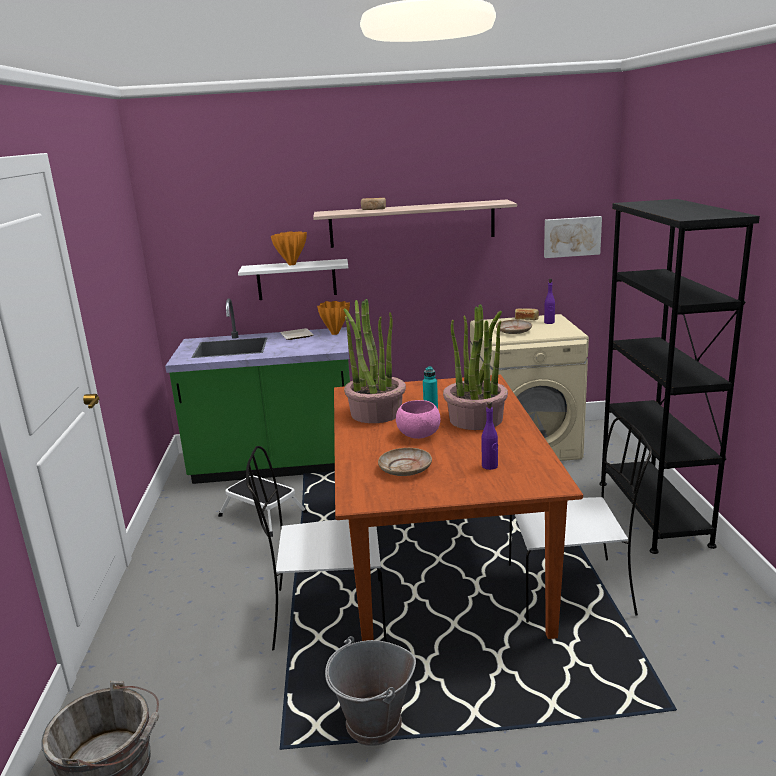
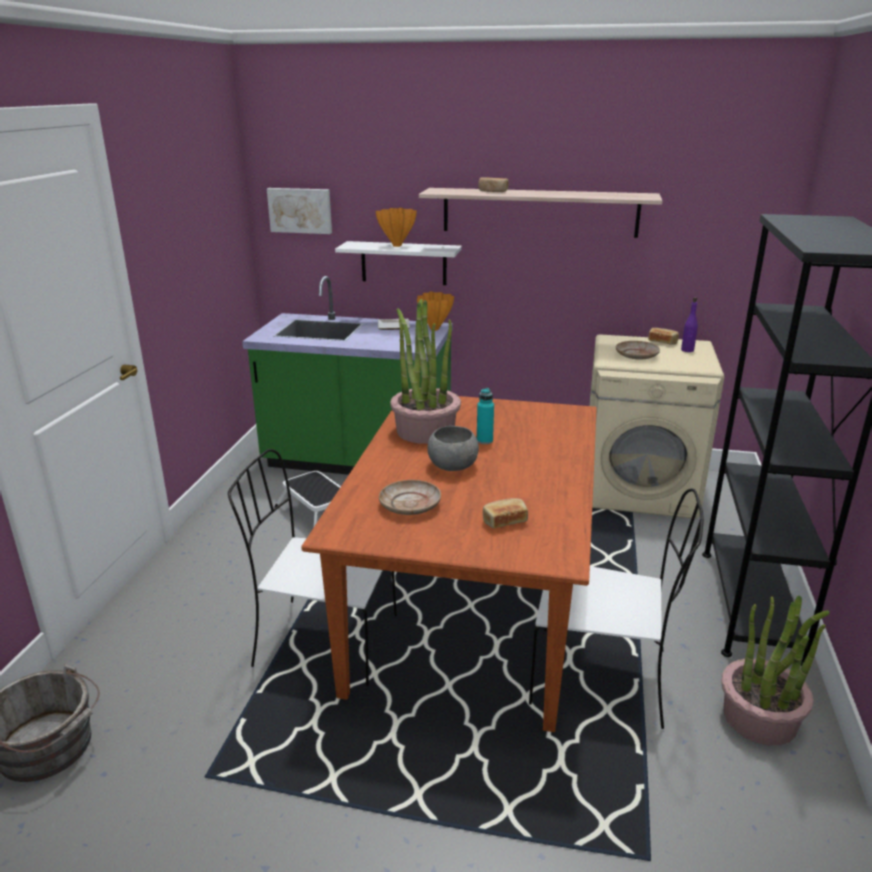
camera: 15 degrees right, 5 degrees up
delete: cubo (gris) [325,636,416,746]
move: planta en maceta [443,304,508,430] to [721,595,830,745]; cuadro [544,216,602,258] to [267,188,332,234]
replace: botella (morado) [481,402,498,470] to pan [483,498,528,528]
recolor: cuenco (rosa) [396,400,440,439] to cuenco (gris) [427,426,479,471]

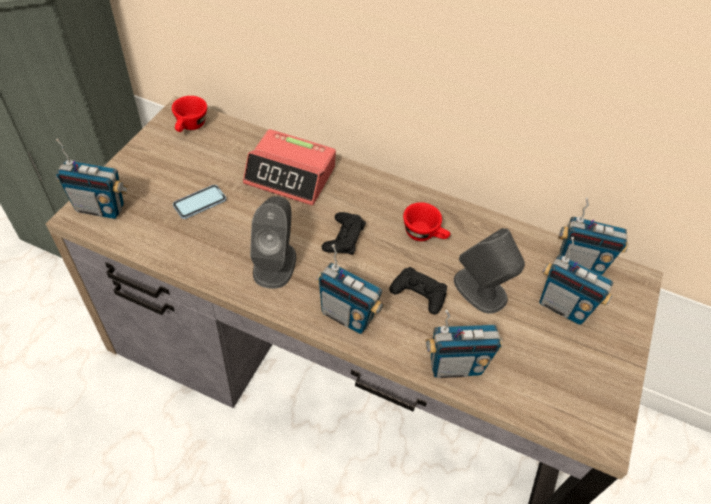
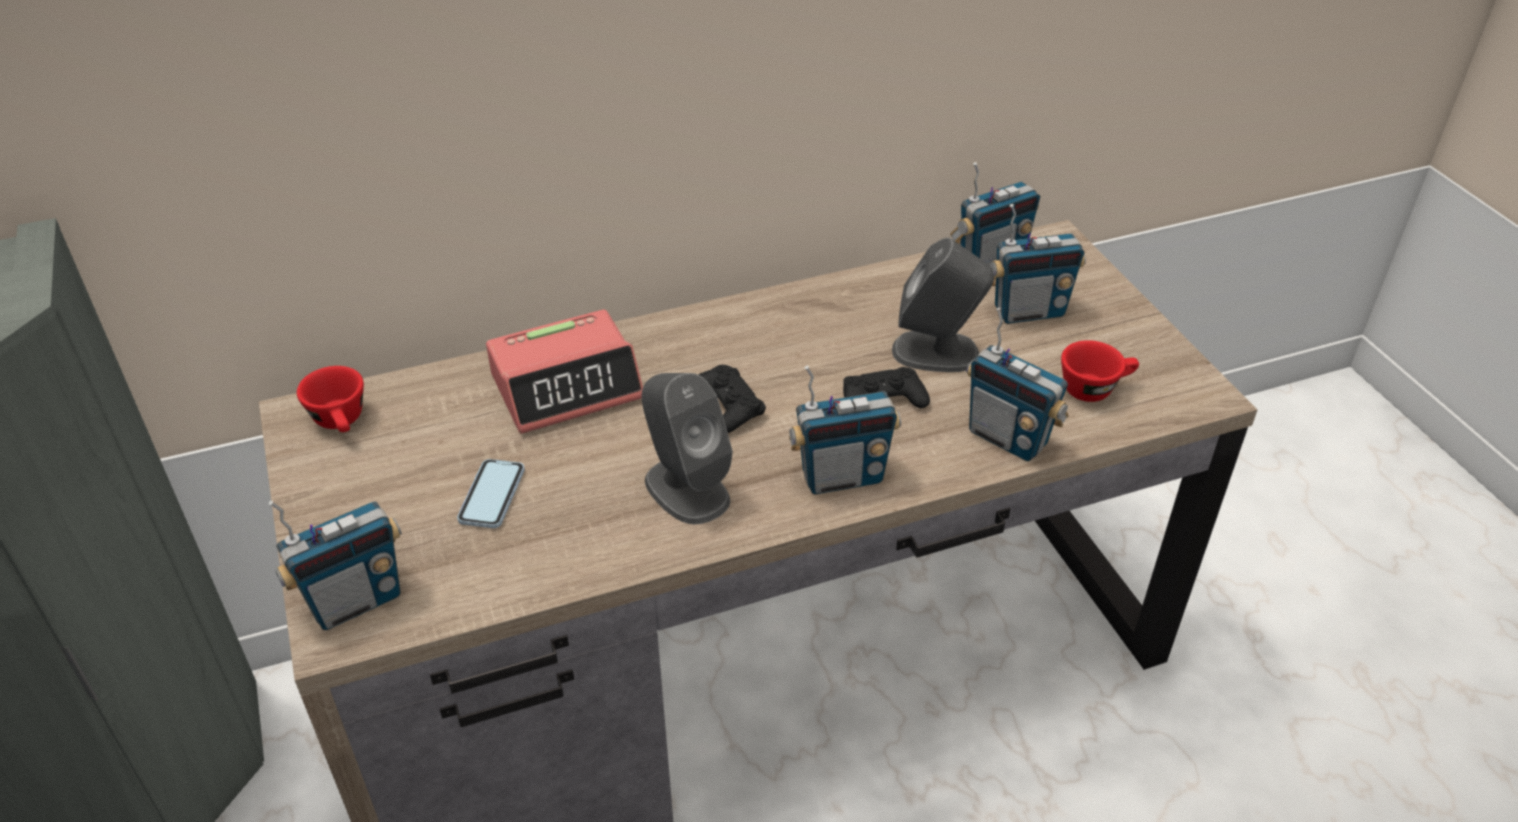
camera: 40 degrees left, 10 degrees down
move: taza (rojo) [403,202,450,241] to [1061,340,1139,402]
rotate: radio [425,310,503,378] = [967,308,1069,461] 90 degrees clockwise

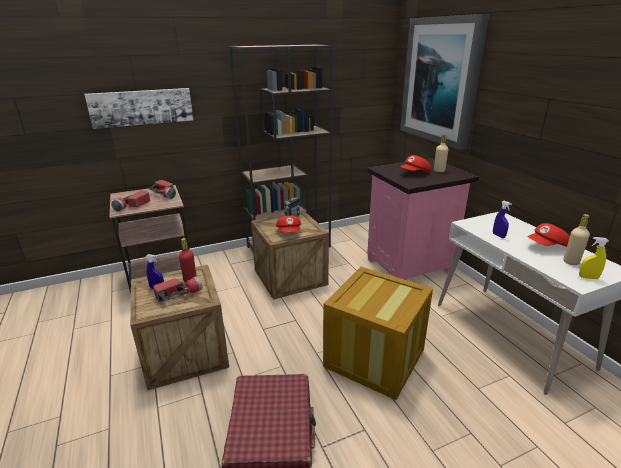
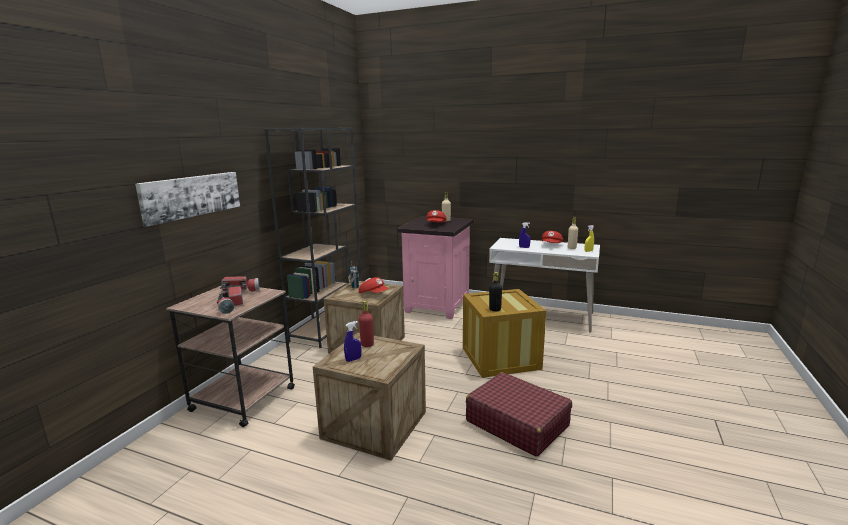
camera: 45 degrees left, 10 degrees down
delete: linterna [153,276,202,302]; cuadro [400,14,489,150]
insert: botella (negro) [489,272,502,311]

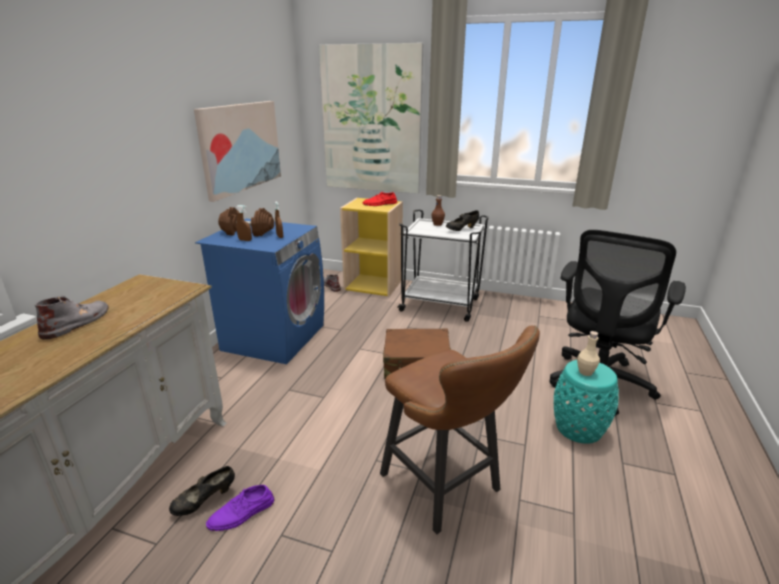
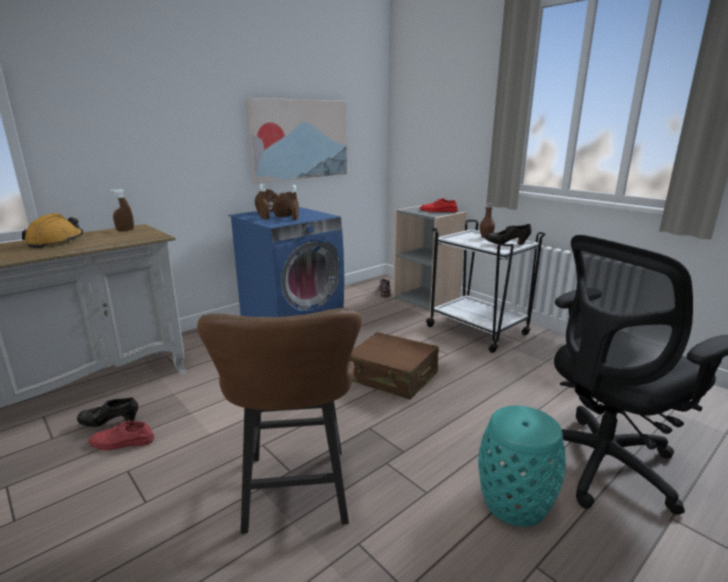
camera: 30 degrees right, 5 degrees down
delete: cuadro [319,43,423,194]; botella (beis) [577,331,600,376]
insert: pulverizador (marrón) [111,189,134,231]
replace: bota (gris) [35,295,108,340] to casco (naranja) [22,213,83,248]
recolor: zapato (morado) [206,485,274,531] to zapato (rojo) [88,420,155,450]; estantería (amarillo) [340,198,403,297] to estantería (gris) [393,205,467,311]

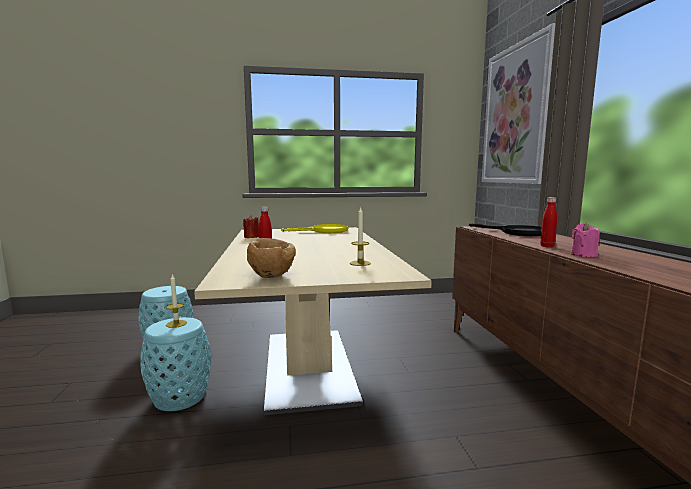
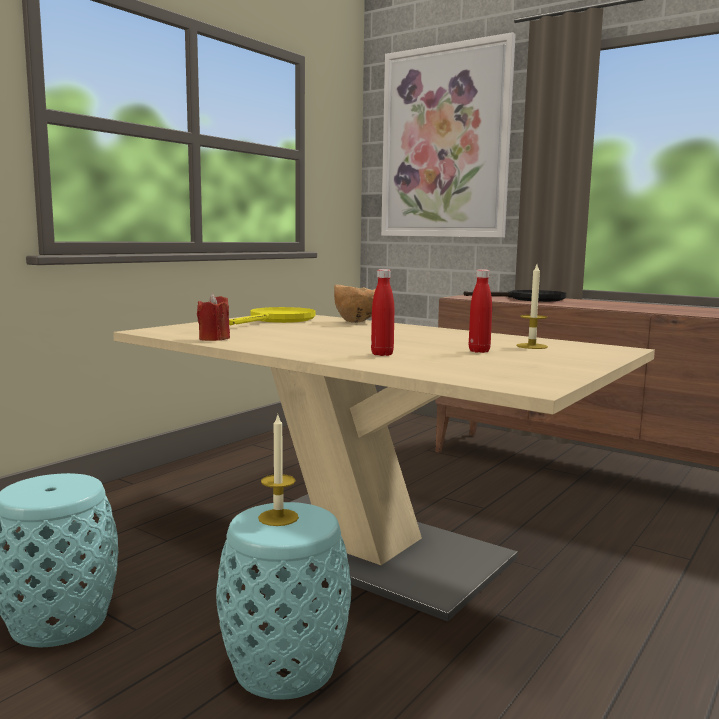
camera: 45 degrees left, 0 degrees up
delete: vela (rosa) [571,223,600,257]
move: cuenco (marrón) [247,238,296,278] to [334,285,376,323]; botella (rojo) [540,197,557,247] to [469,269,492,353]

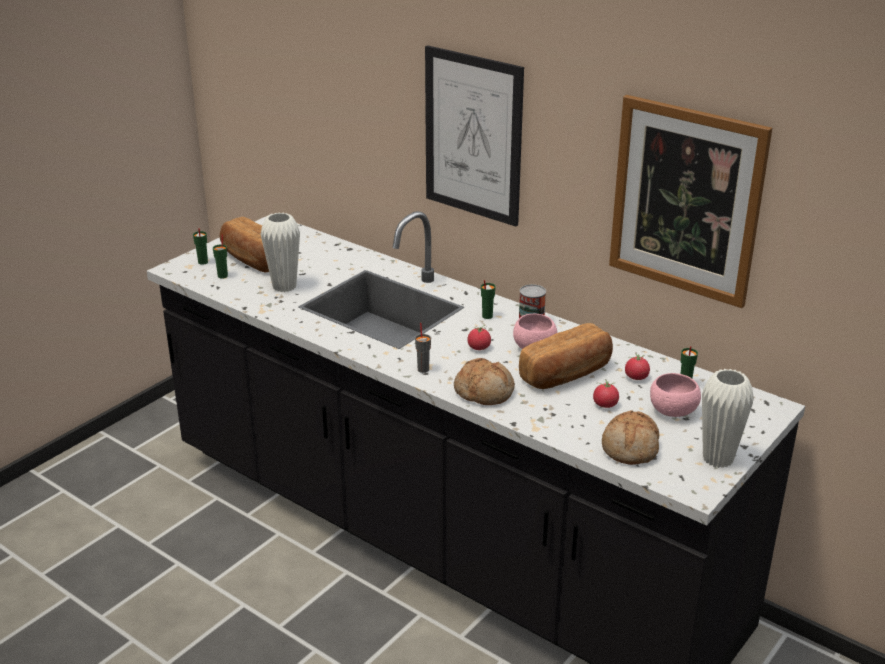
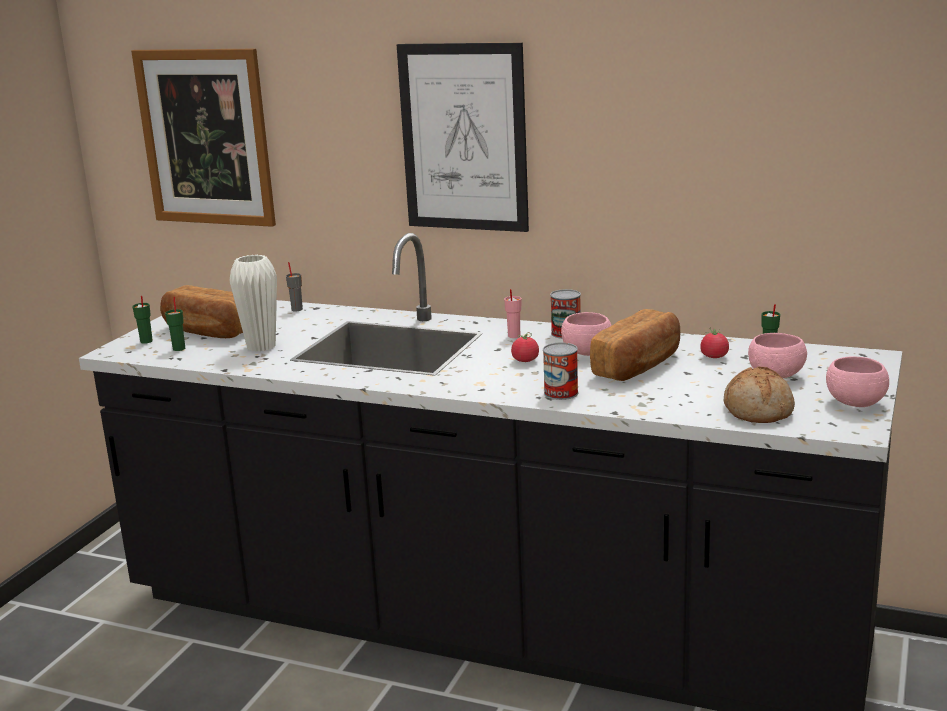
camera: 15 degrees left, 10 degrees down
delete: tomate [593,380,619,408]
move: taza (gris) [415,323,431,373] to [286,262,303,311]; cuadro [609,95,772,308] to [131,49,276,227]
replace: pan [454,358,515,405] to lata [543,343,578,400]; florero (blanco) [702,369,754,468] to cuenco (rosa) [826,356,889,407]
recolor: taza (verde) [481,280,495,319] to taza (rosa) [504,289,521,338]

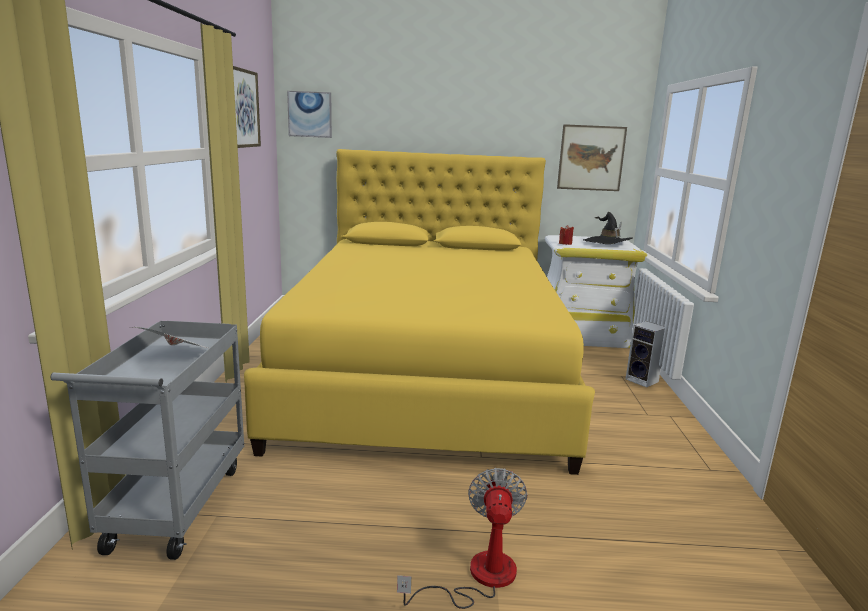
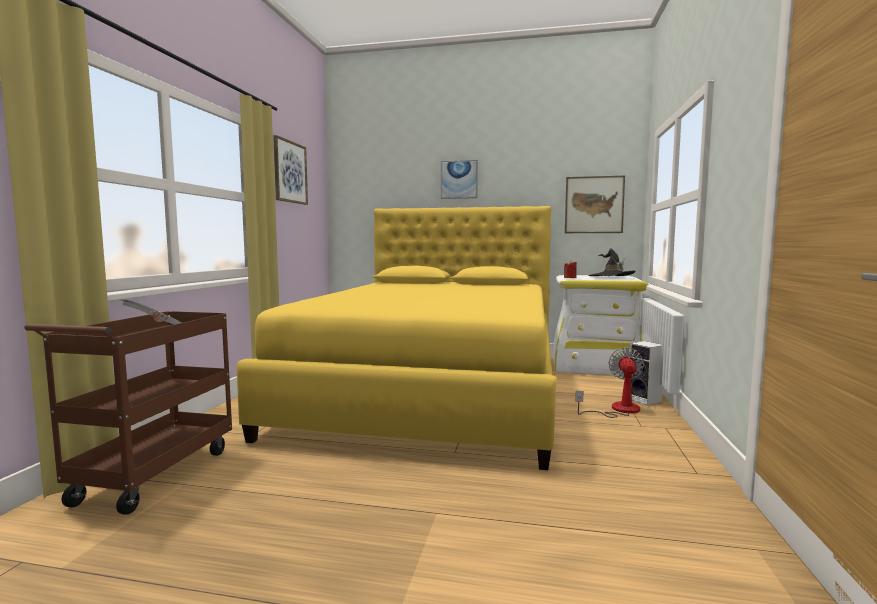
camera: 10 degrees right, 10 degrees down
move: cuadro [287,91,332,138] to [441,160,478,199]; ventilador [397,468,527,609] to [575,347,644,418]
recolor: carrito (gris) [50,321,244,560] to carrito (marrón) [24,311,232,515]

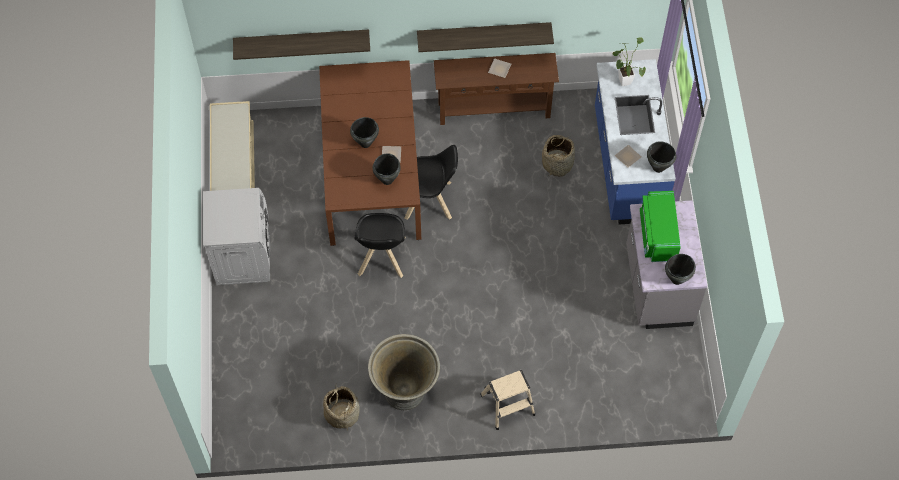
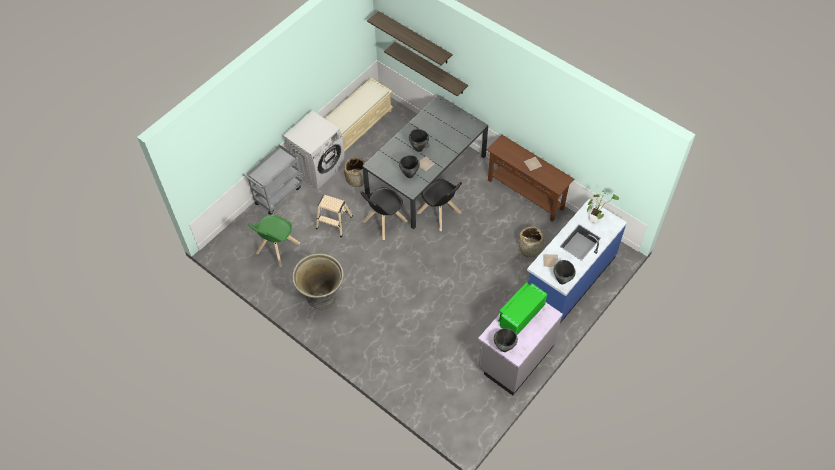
camera: 45 degrees right, 5 degrees down
insert: carrito (gris) [242,145,303,215]; silla (verde) [248,215,300,267]
move: cesta [323,386,360,431] to [344,157,365,187]; estante [417,22,554,52] to [367,11,452,65]; escalera de tijera (beis) [480,369,535,430] to [316,194,353,238]
recolor: mesa de comedor (marrón) [319,60,422,246] to mesa de comedor (gris) [362,95,488,229]

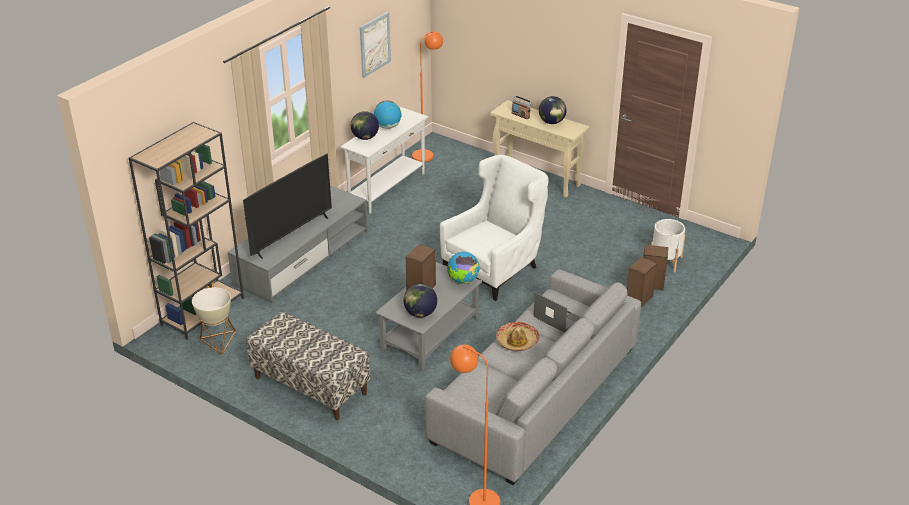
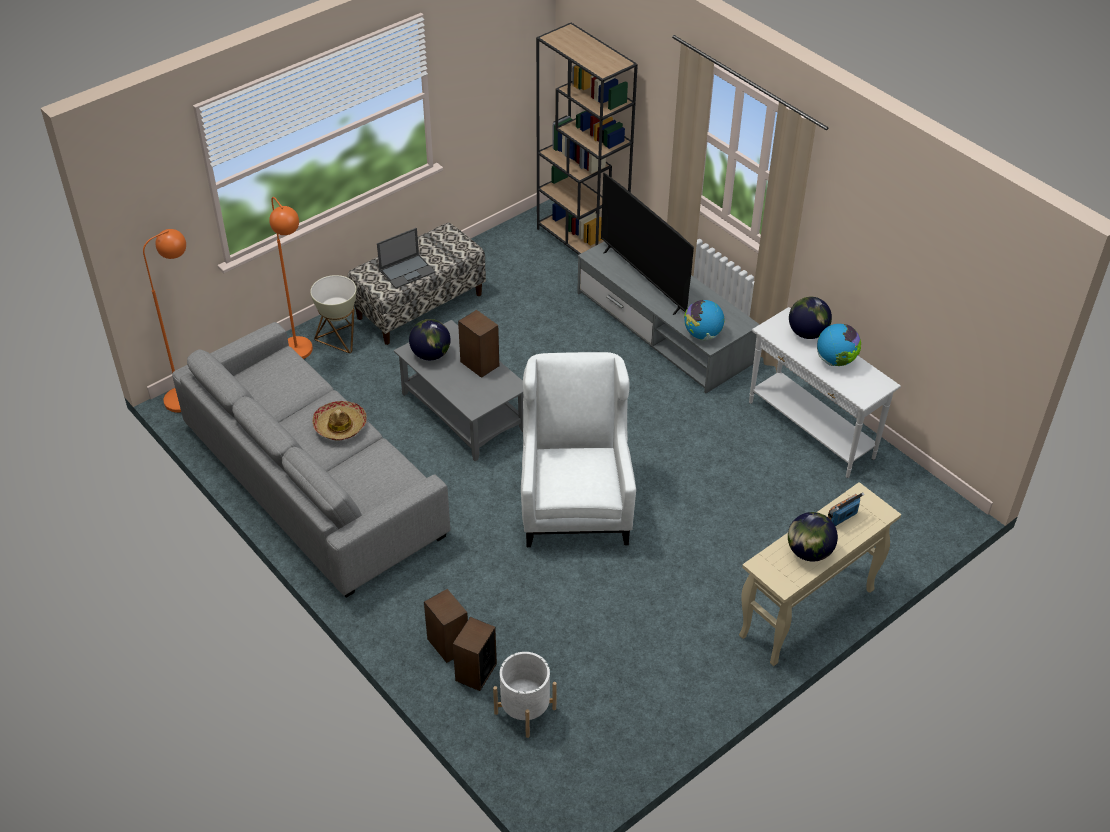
camera: 105 degrees right, 10 degrees up
delete: cuadro [360,12,391,78]
move: maceta [192,287,236,354] to [310,275,356,353]; lámpara de pie (naranja) [412,31,443,162] to [269,197,313,359]; globo terráqueo [447,252,479,284] to [684,300,724,341]; portátil [534,292,580,333] to [377,228,435,288]
rotate: sillón (blanco) [440,155,549,301] = [521,352,636,547] 150 degrees counterclockwise

